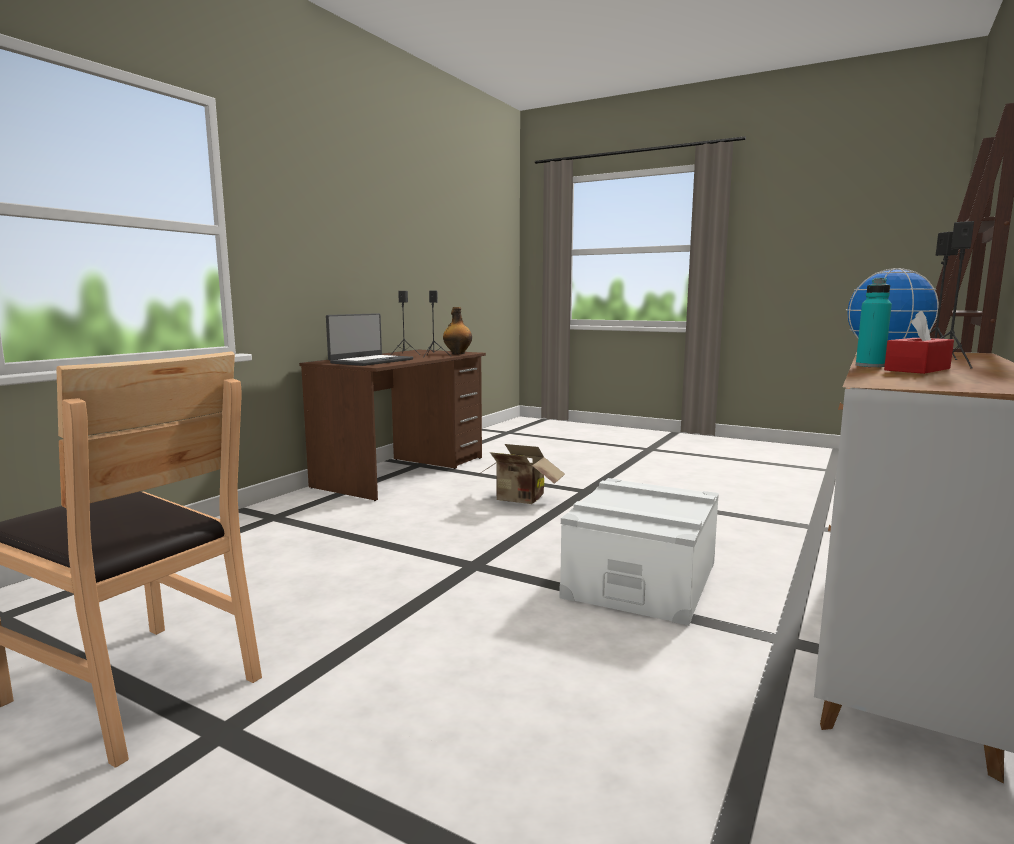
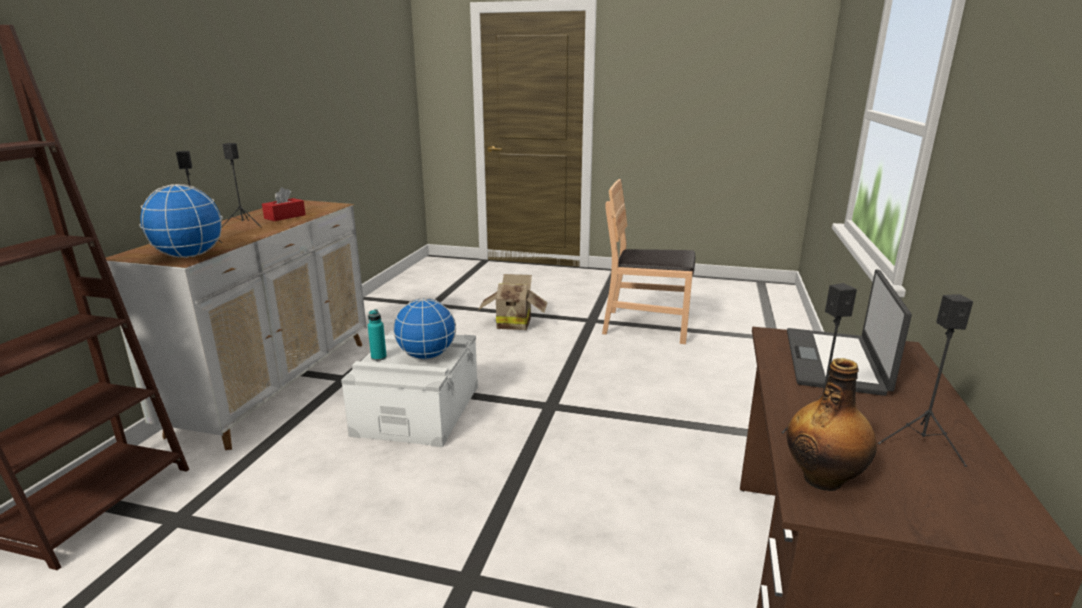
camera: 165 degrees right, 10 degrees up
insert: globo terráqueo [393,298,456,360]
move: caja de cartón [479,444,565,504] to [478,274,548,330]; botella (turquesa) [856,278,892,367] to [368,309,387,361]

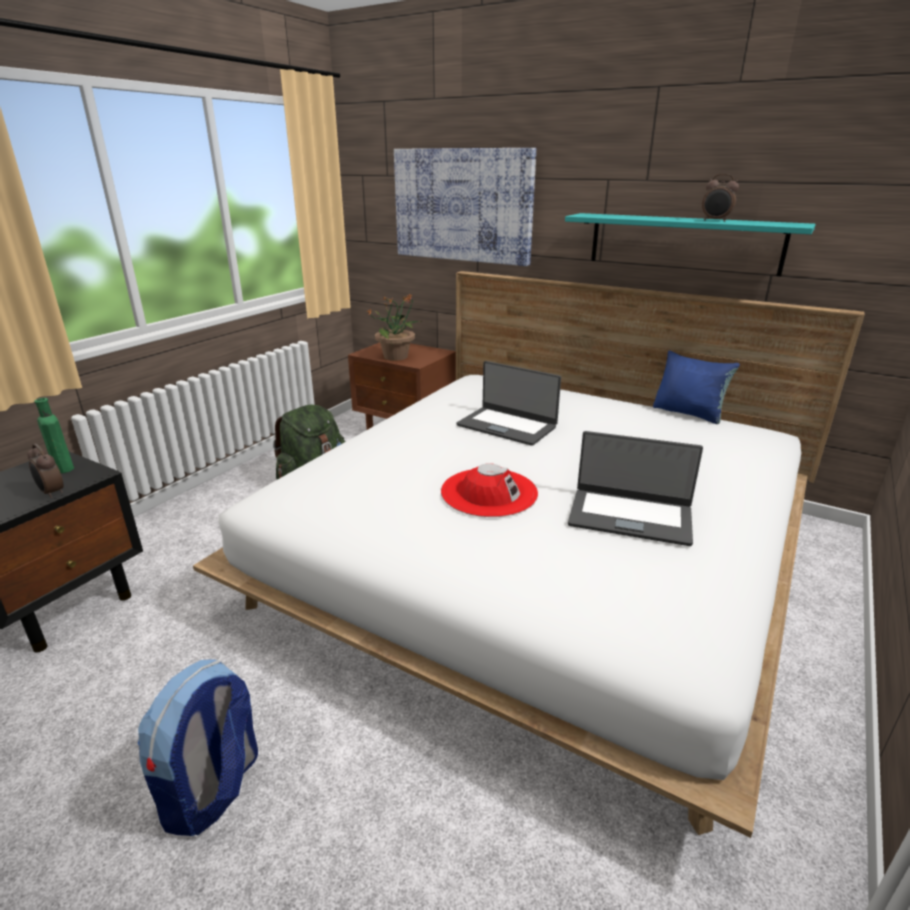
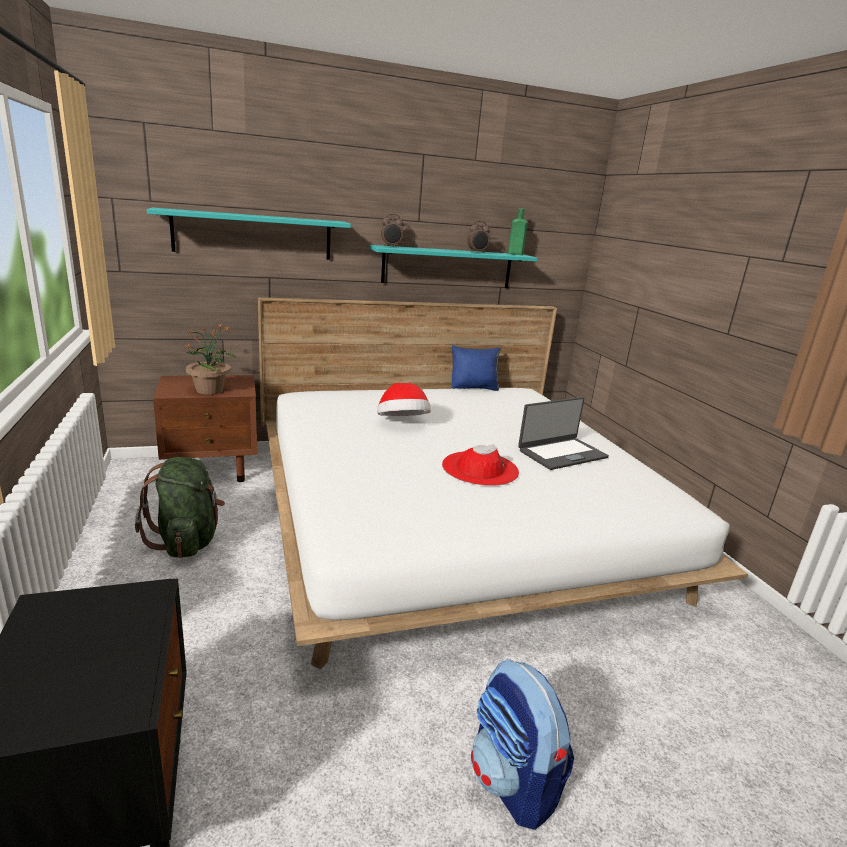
camera: 50 degrees left, 5 degrees down
move: despertador [27,444,63,498] to [381,214,404,247]; botella (verde) [34,398,74,473] to [508,208,528,255]
replace: cuadro [394,148,536,266] to estante (turquesa) [147,208,351,260]; portátil [457,361,561,446] to sombrero [377,383,431,416]

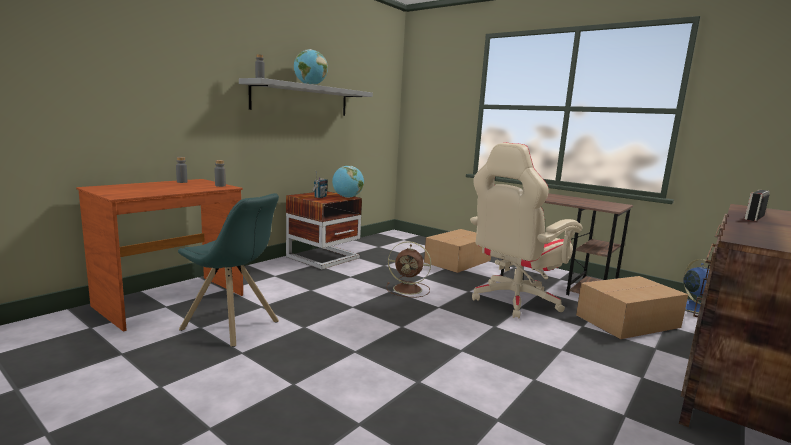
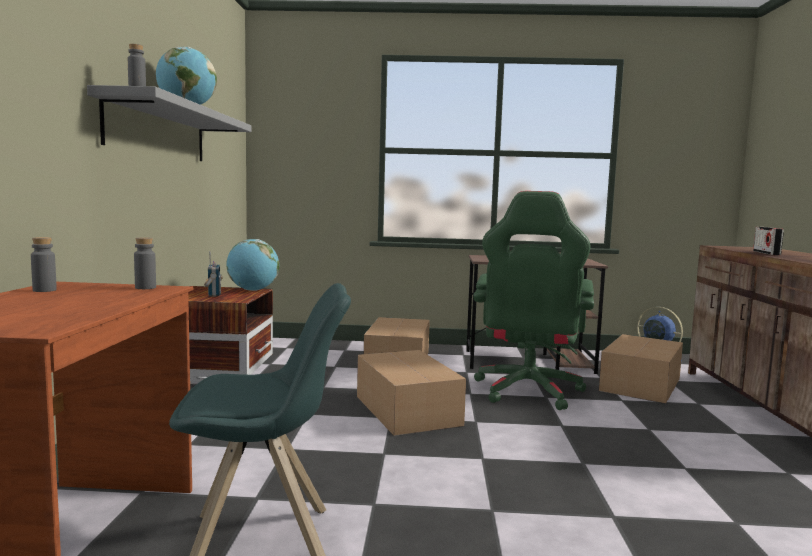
camera: 35 degrees left, 5 degrees down
replace: ventilador (marrón) [386,241,431,298] to caja de cartón [357,350,466,436]
recolor: silla de oficina (beis) [470,143,582,318] to silla de oficina (verde) [473,191,594,410]

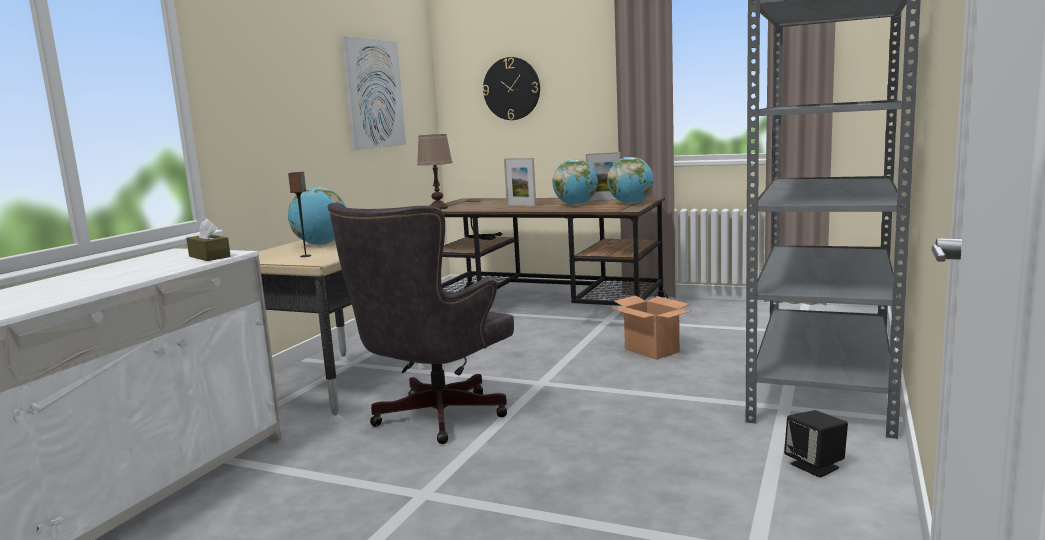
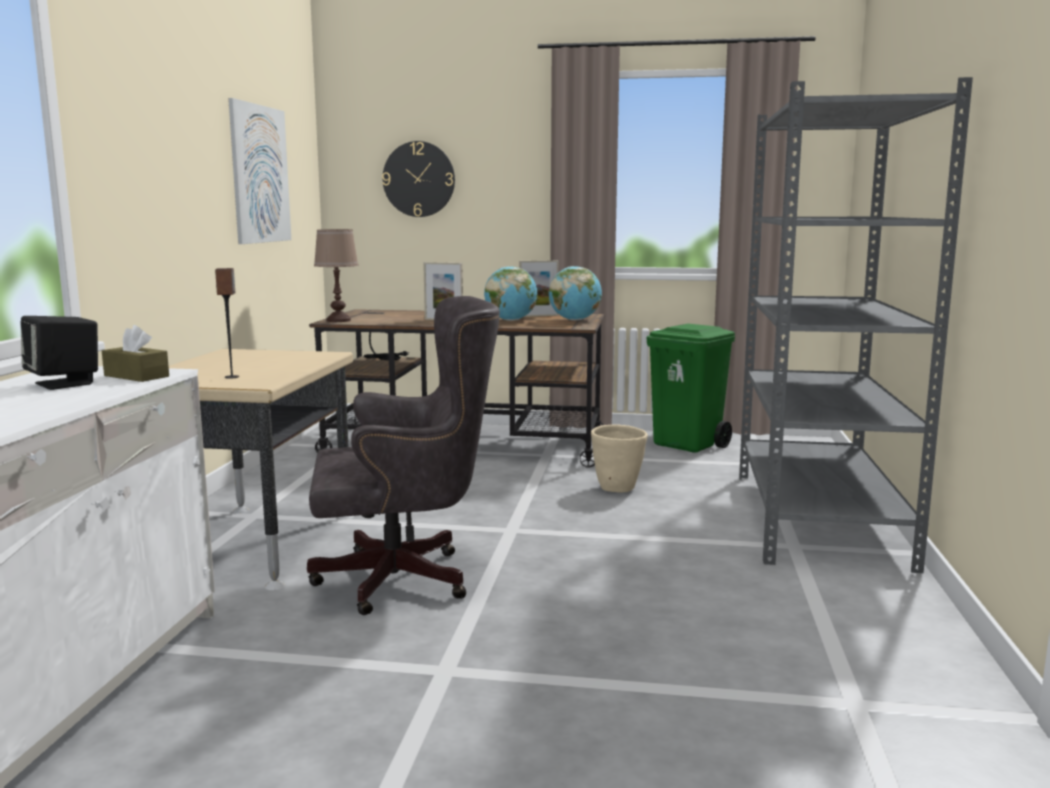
camera: 15 degrees left, 0 degrees up
delete: globo terráqueo [288,187,346,245]
insert: papelera (verde) [647,324,735,453]
move: altavoz (negro) [784,410,848,477] to [20,316,98,390]
replace: caja de cartón [613,295,691,360] to maceta (beis) [591,425,648,492]
rotate: silla de oficina (gris) [328,203,514,444] = [307,296,500,615] 120 degrees counterclockwise

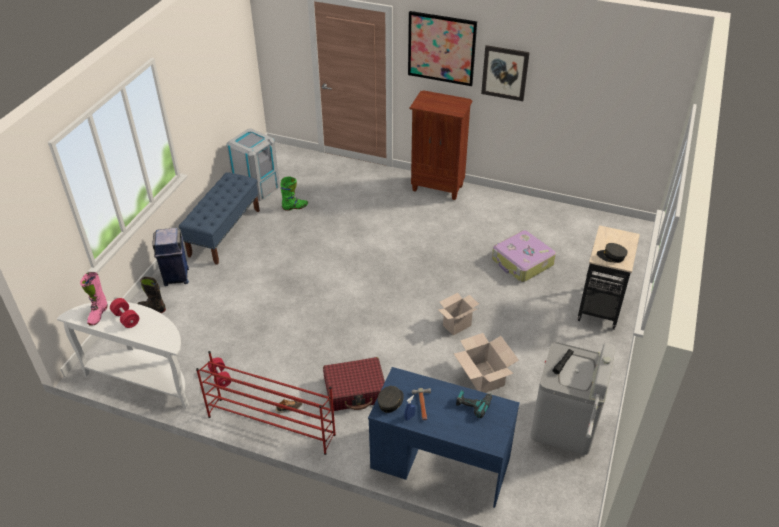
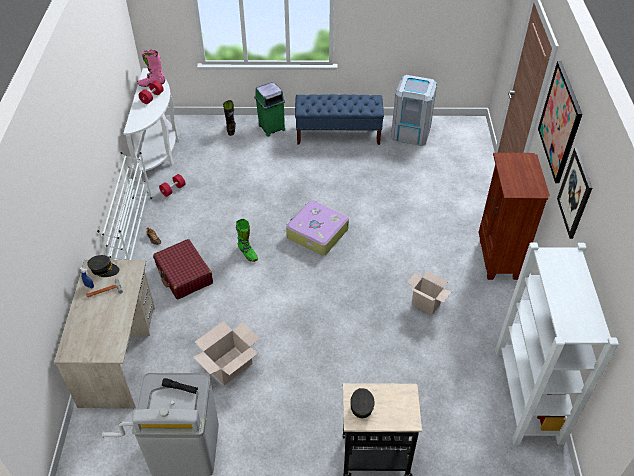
camera: 70 degrees right, 5 degrees up
delete: taladro [456,390,492,418]
insert: estantería (blanco) [495,242,619,445]
move: bota (verde) [280,176,308,211] to [236,219,258,262]; caja de cartón [438,293,479,335] to [408,271,451,315]; maleta [492,230,556,282] to [286,200,349,256]
recolor: papelera (azul) [152,228,189,286] to papelera (verde) [254,82,285,137]; zapatero (rojo) [196,351,336,455] to zapatero (blanco) [97,152,152,260]; escritorio (azul) [368,367,520,508] to escritorio (beis) [54,260,155,408]

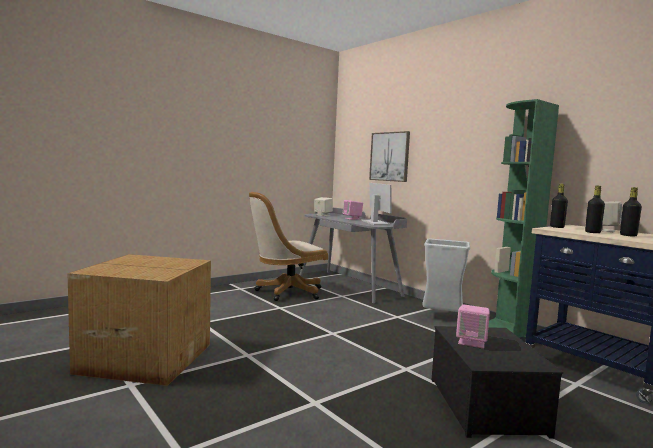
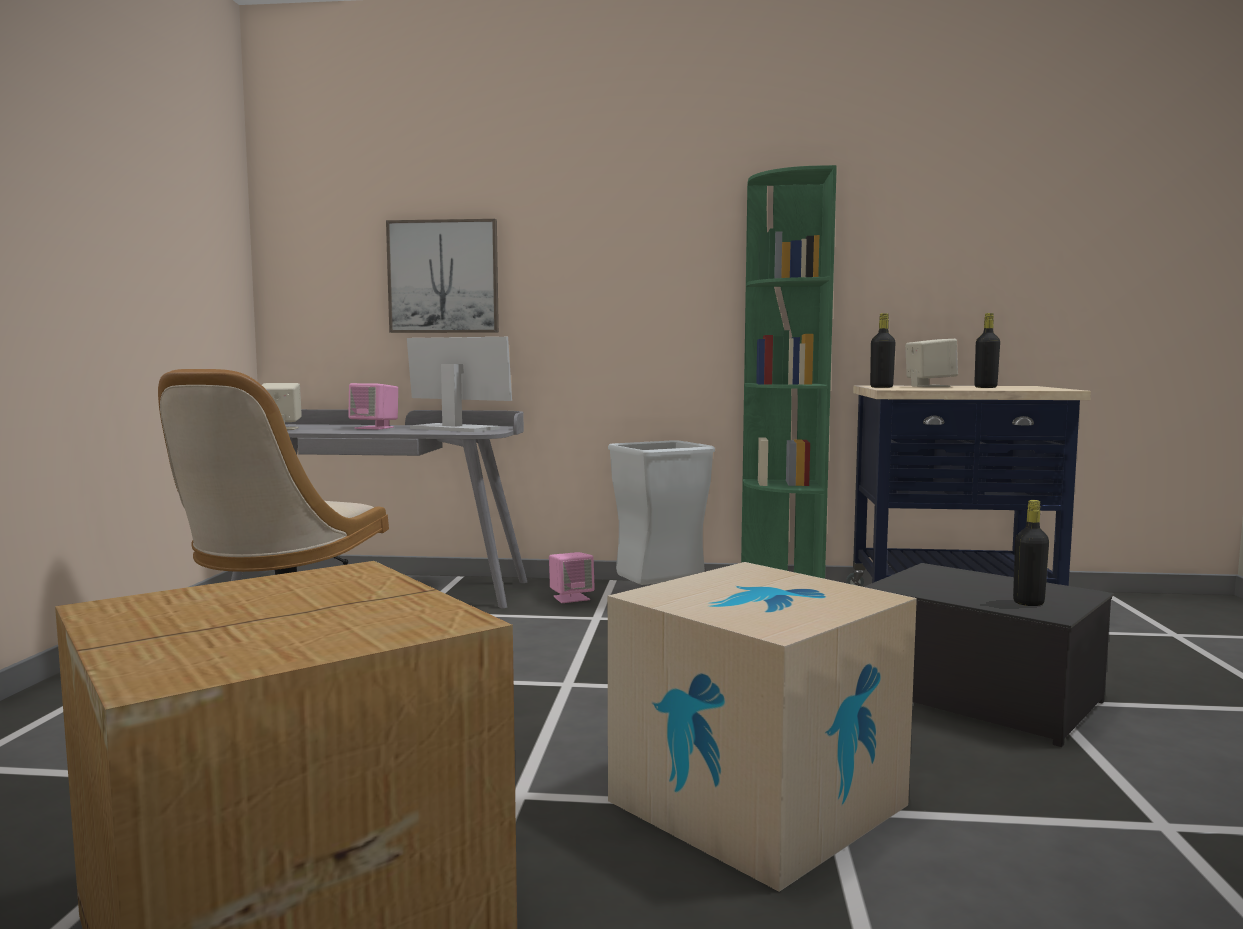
camera: 45 degrees left, 0 degrees up
insert: caja de cartón [608,562,917,892]
move: altavoz (rosa) [456,304,490,349] to [549,552,595,603]; botella (negro) [585,186,605,233] to [1013,500,1049,606]

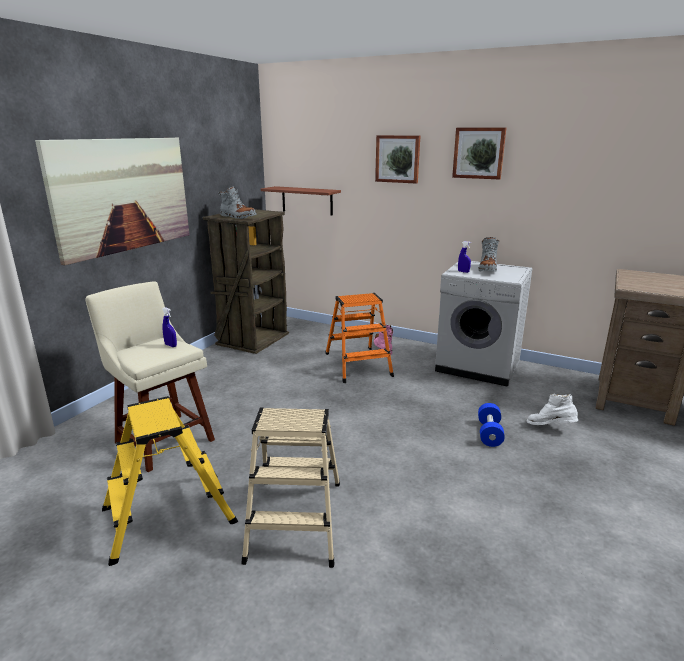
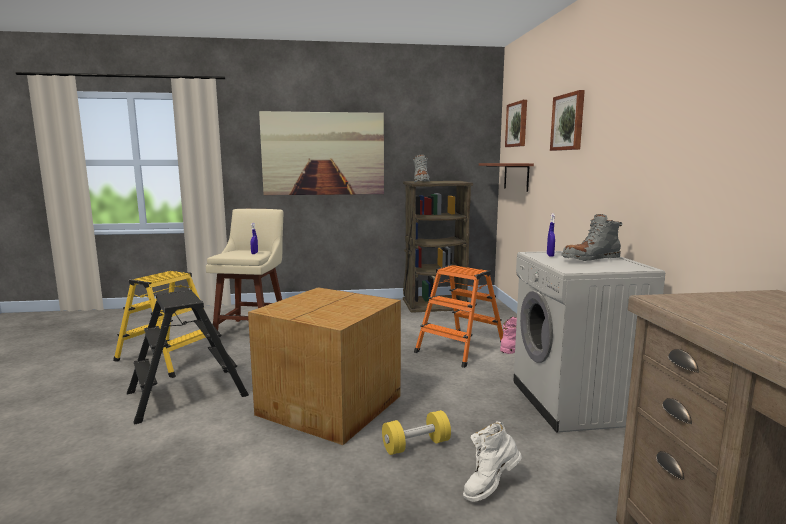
camera: 55 degrees right, 10 degrees down
insert: caja de cartón [248,287,401,445]
move: cuadro [452,127,507,179] to [505,100,527,147]
recolor: escalera de tijera (beis) [241,407,340,568] to escalera de tijera (negro) [127,290,249,424]; mancuerna (azul) [478,403,505,447] to mancuerna (amarillo) [382,410,451,455]
rotate: bota (blanco) [527,393,578,425] = [463,422,522,502] 120 degrees counterclockwise

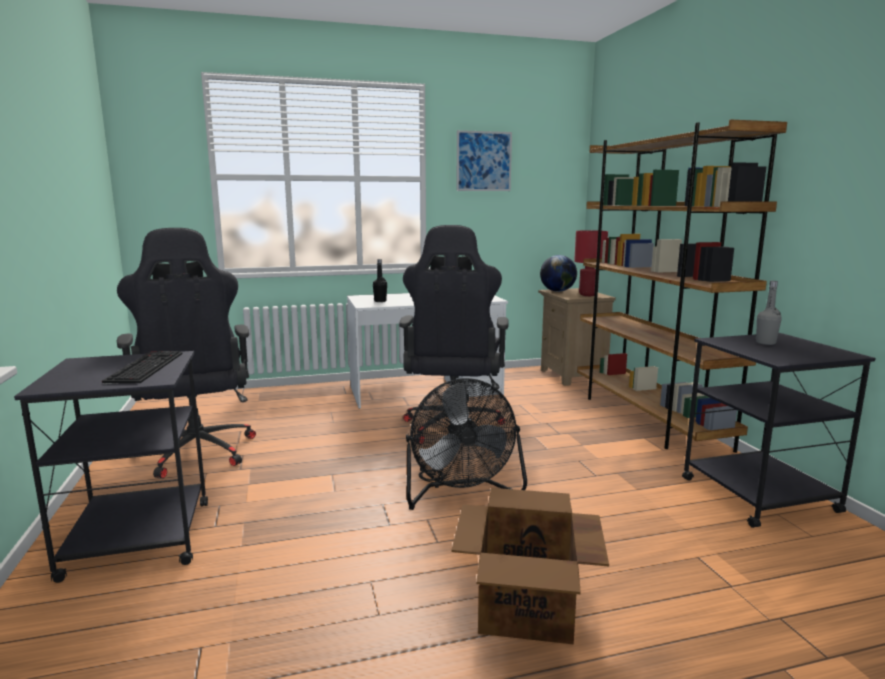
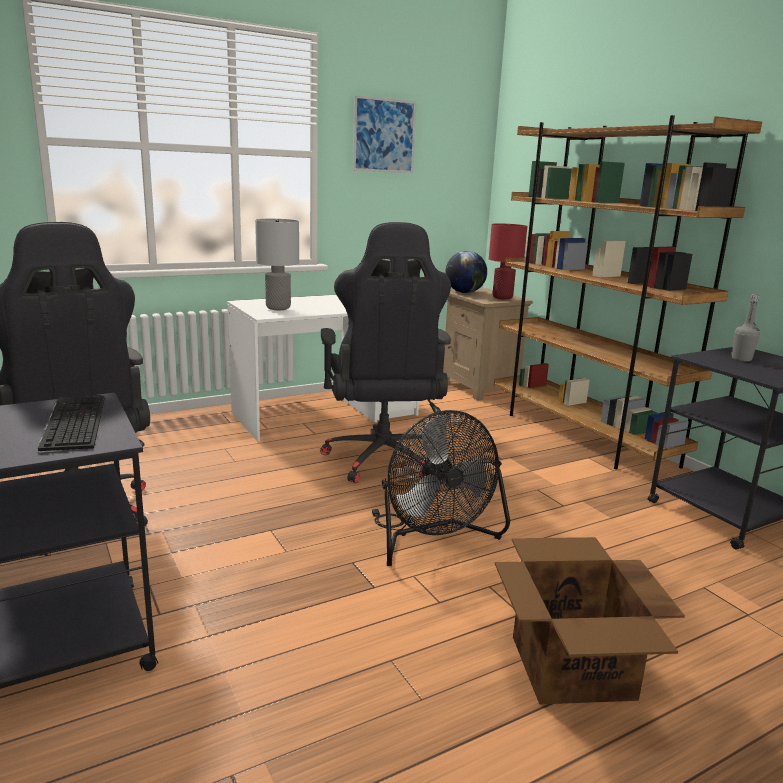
camera: 15 degrees left, 5 degrees up
replace: botella (negro) [373,259,387,302] to lámpara de mesa (gris) [255,219,299,310]

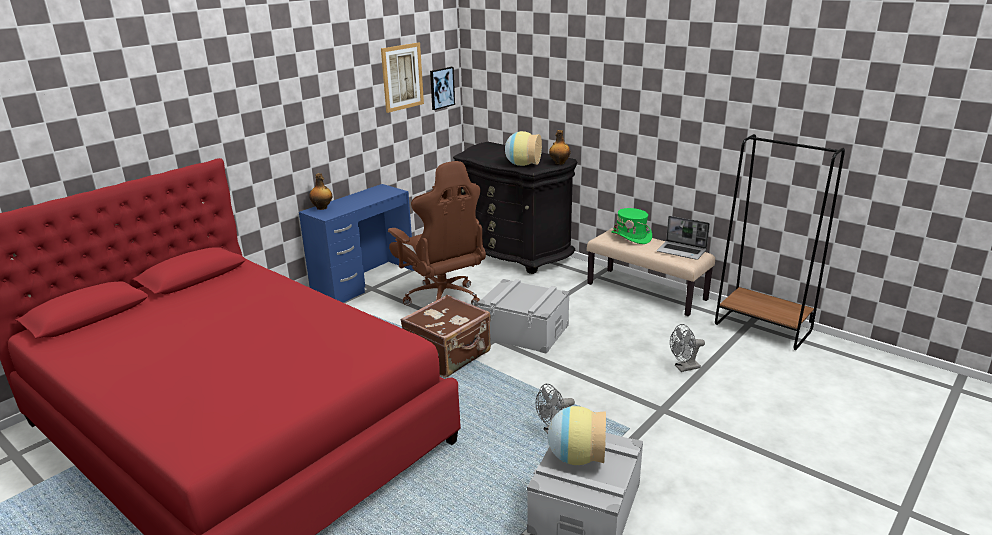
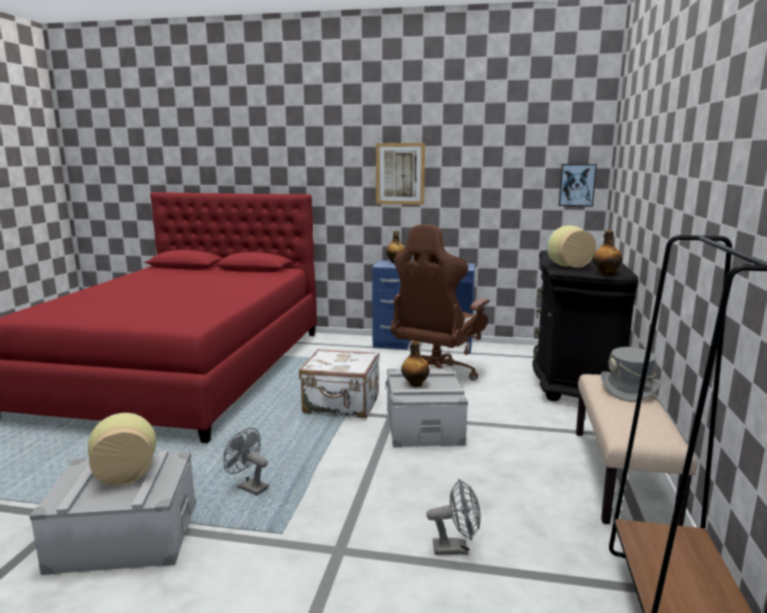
camera: 60 degrees right, 10 degrees down
delete: portátil [657,216,710,260]
insert: botella [401,341,430,387]
move: cuadro [381,42,424,113] to [376,143,425,205]
recolor: maleta (marrón) [401,295,491,378] to maleta (blanco) [299,349,379,418]; sombrero (verde) [611,208,652,244] to sombrero (gris) [601,347,662,402]
rotate: ventilador (gris) [670,324,705,372] = [426,479,481,555] 135 degrees clockwise

